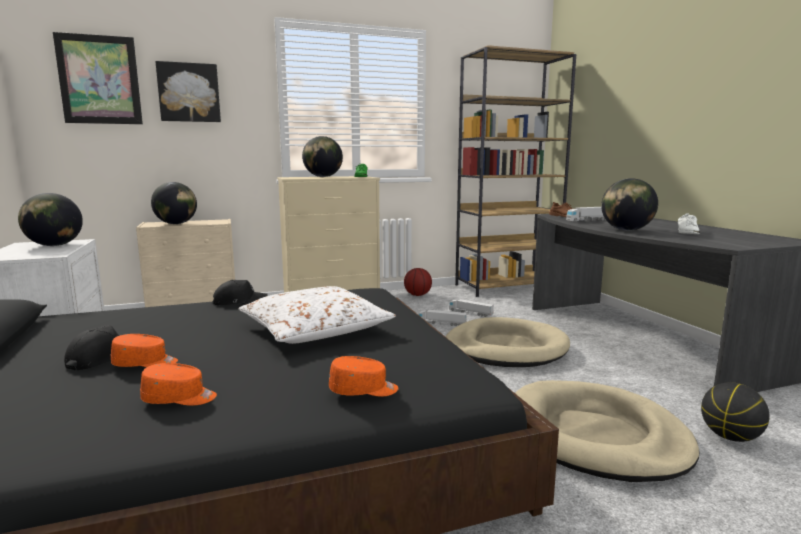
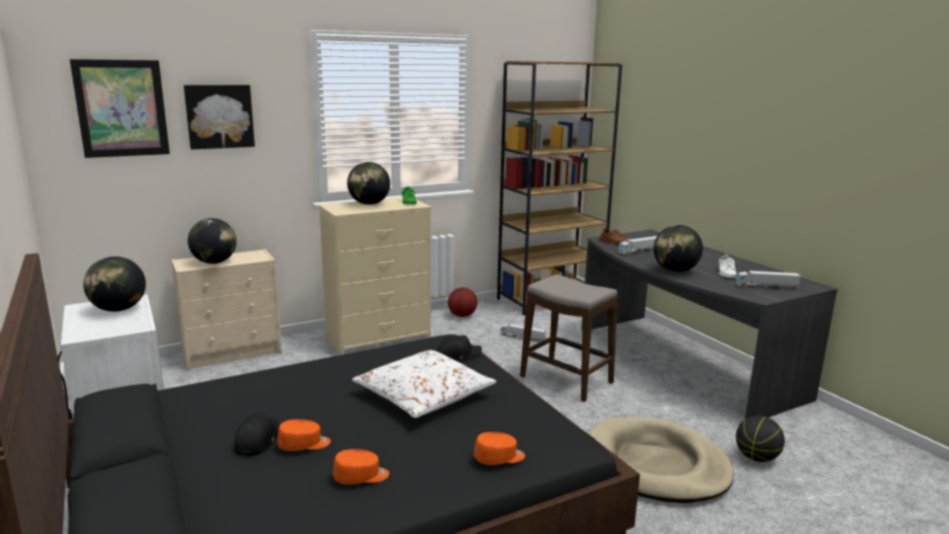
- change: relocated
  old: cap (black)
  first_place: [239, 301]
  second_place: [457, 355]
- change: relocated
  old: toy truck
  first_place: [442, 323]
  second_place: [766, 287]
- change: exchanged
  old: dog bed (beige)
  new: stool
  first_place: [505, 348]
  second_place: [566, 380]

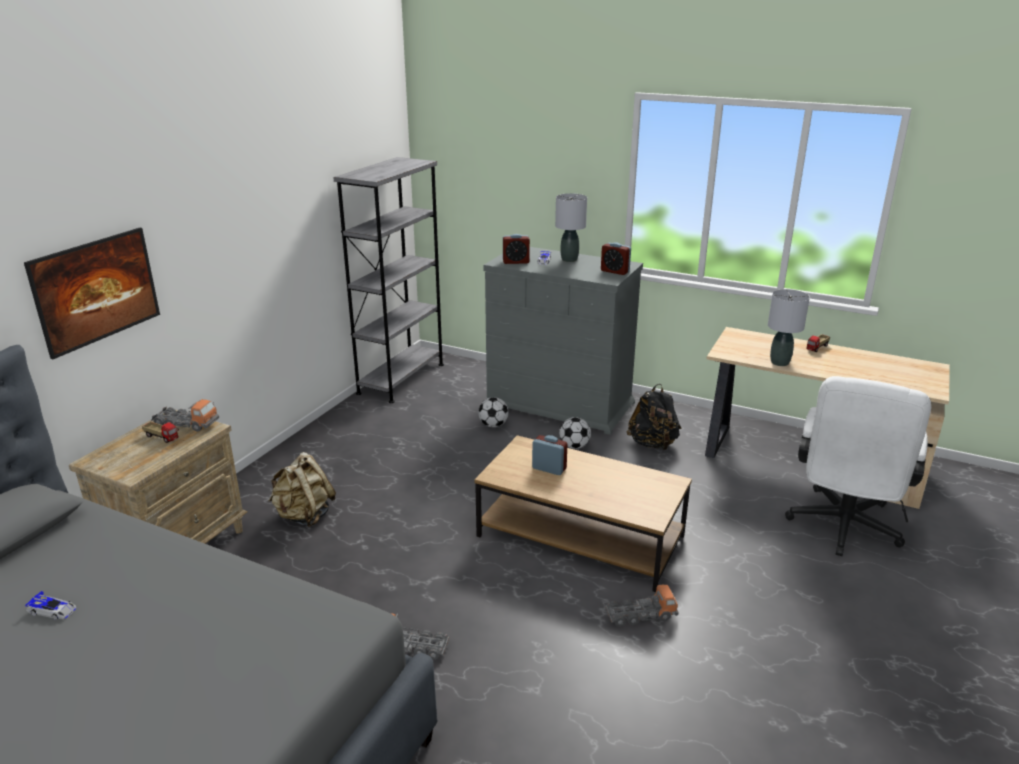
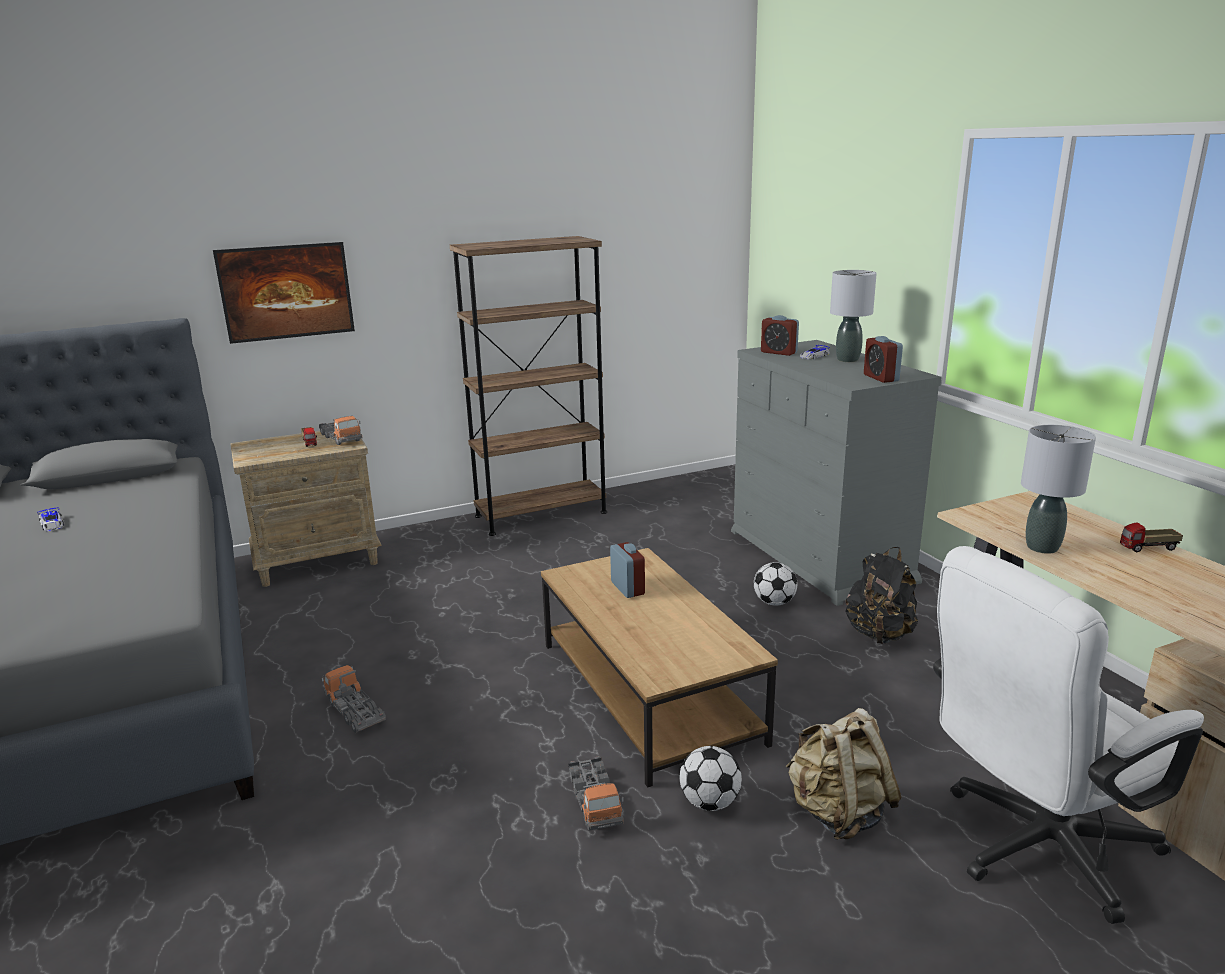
- change: missing
  old: bookcase (grey)
  first_place: [401, 378]
- change: appeared
  new: bookcase (brown)
  second_place: [541, 514]
- change: relocated
  old: backpack (beige)
  first_place: [304, 515]
  second_place: [838, 813]
- change: relocated
  old: football
  first_place: [493, 425]
  second_place: [709, 802]
- change: spun
  old: toy truck
  first_place: [641, 615]
  second_place: [595, 801]
  degrees: 45

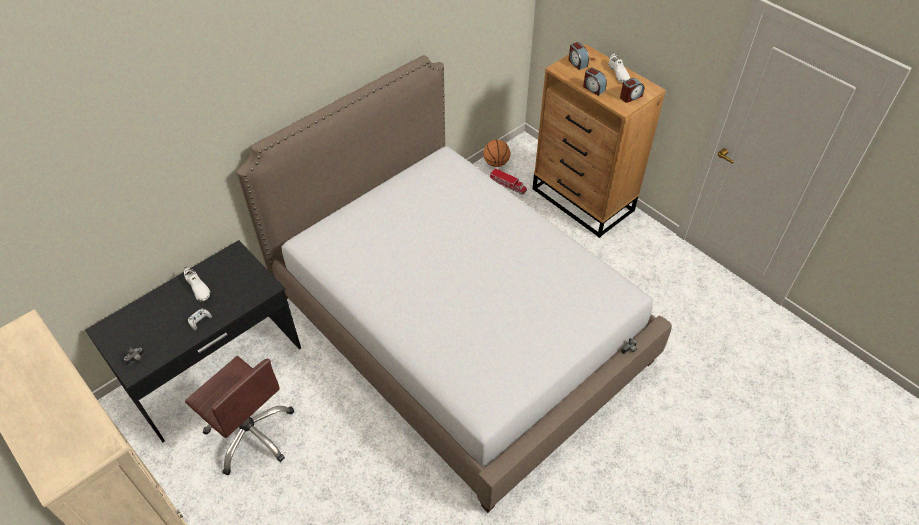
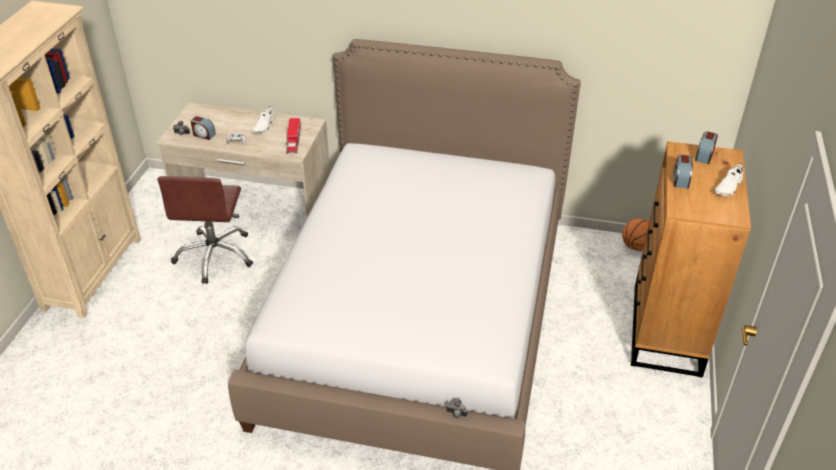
- change: relocated
  old: toy truck
  first_place: [508, 185]
  second_place: [294, 141]
- change: relocated
  old: alarm clock
  first_place: [630, 97]
  second_place: [203, 135]
- change: colour
  old: desk (black)
  new: desk (beige)
  first_place: [215, 369]
  second_place: [254, 208]

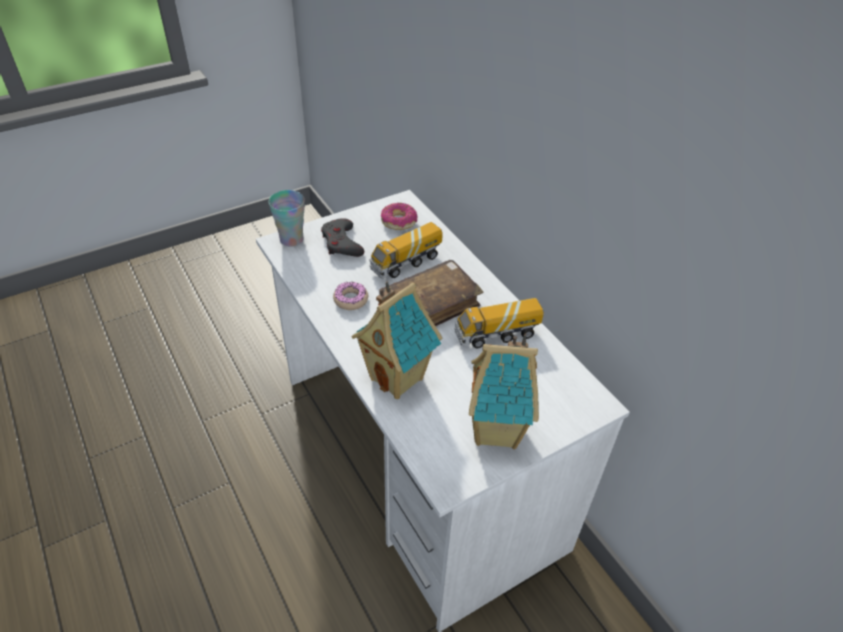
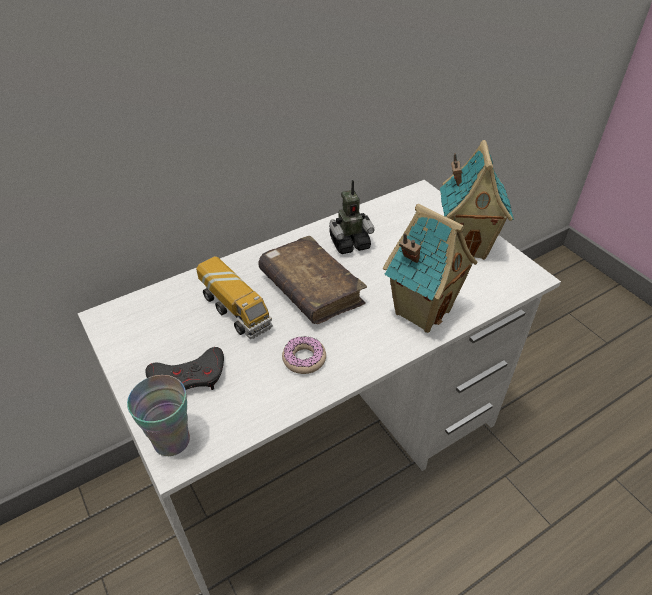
- change: missing
  old: donut
  first_place: [398, 221]
- change: exchanged
  old: toy truck
  new: toy robot
  first_place: [496, 334]
  second_place: [349, 243]

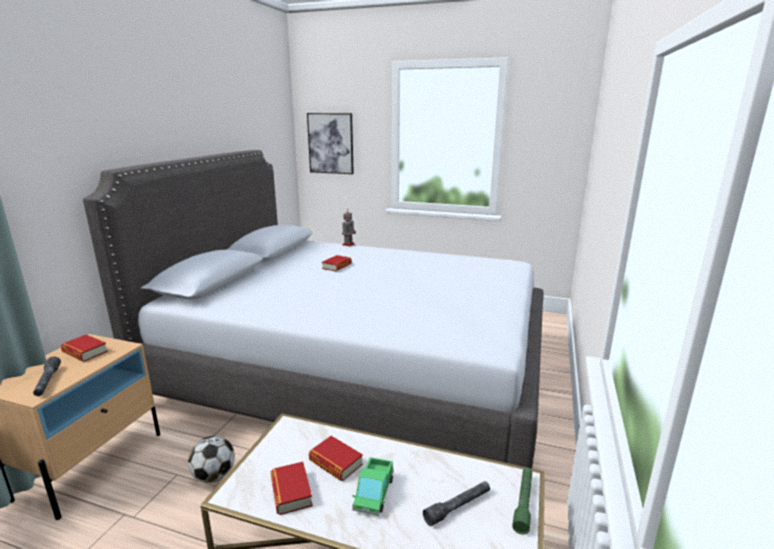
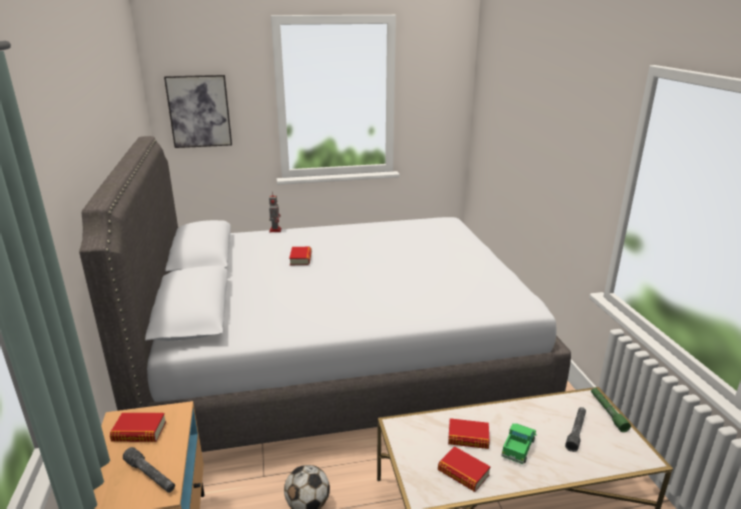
- change: spun
  old: toy truck
  first_place: [373, 493]
  second_place: [518, 447]
  degrees: -135

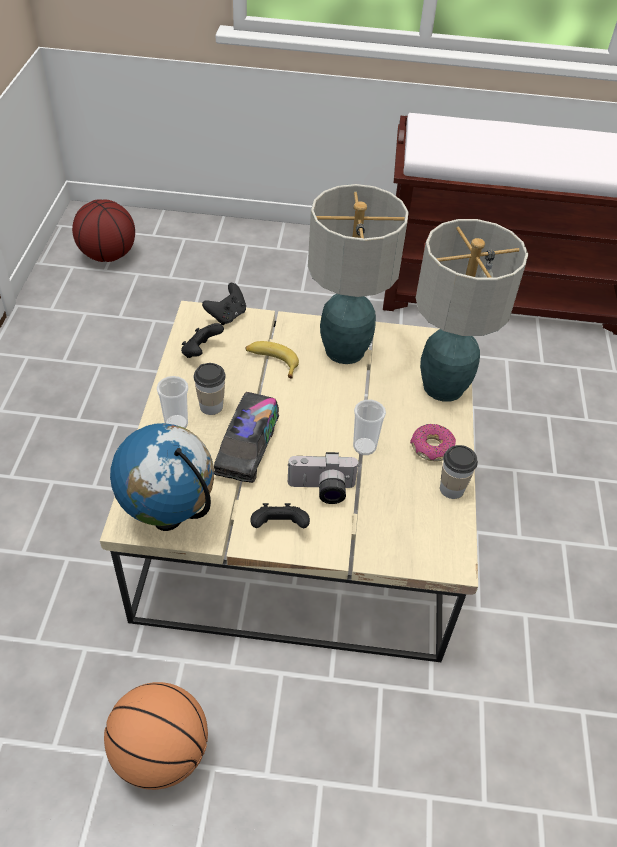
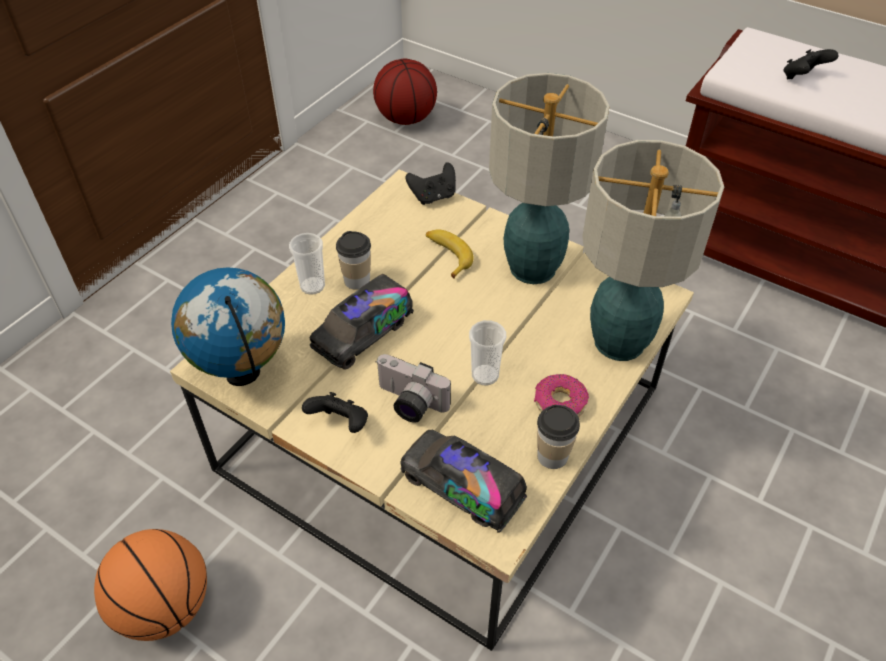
- change: appeared
  new: toy truck
  second_place: [462, 488]
- change: relocated
  old: game controller (black)
  first_place: [201, 352]
  second_place: [802, 78]

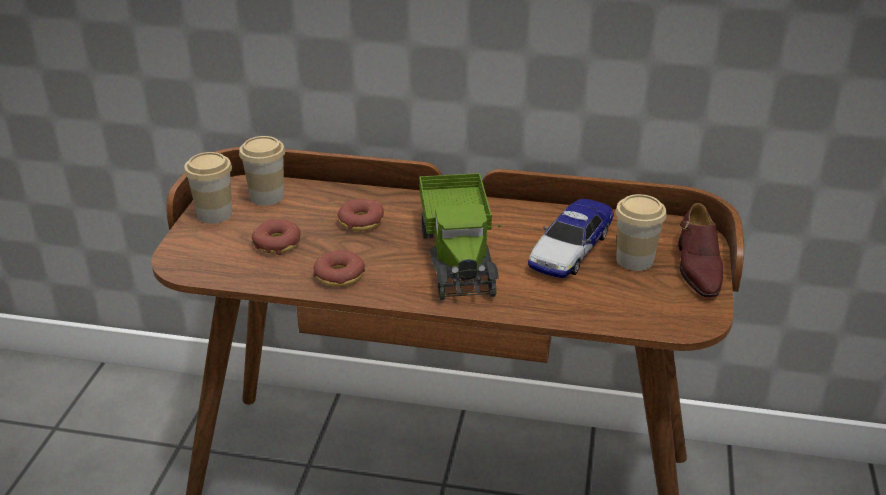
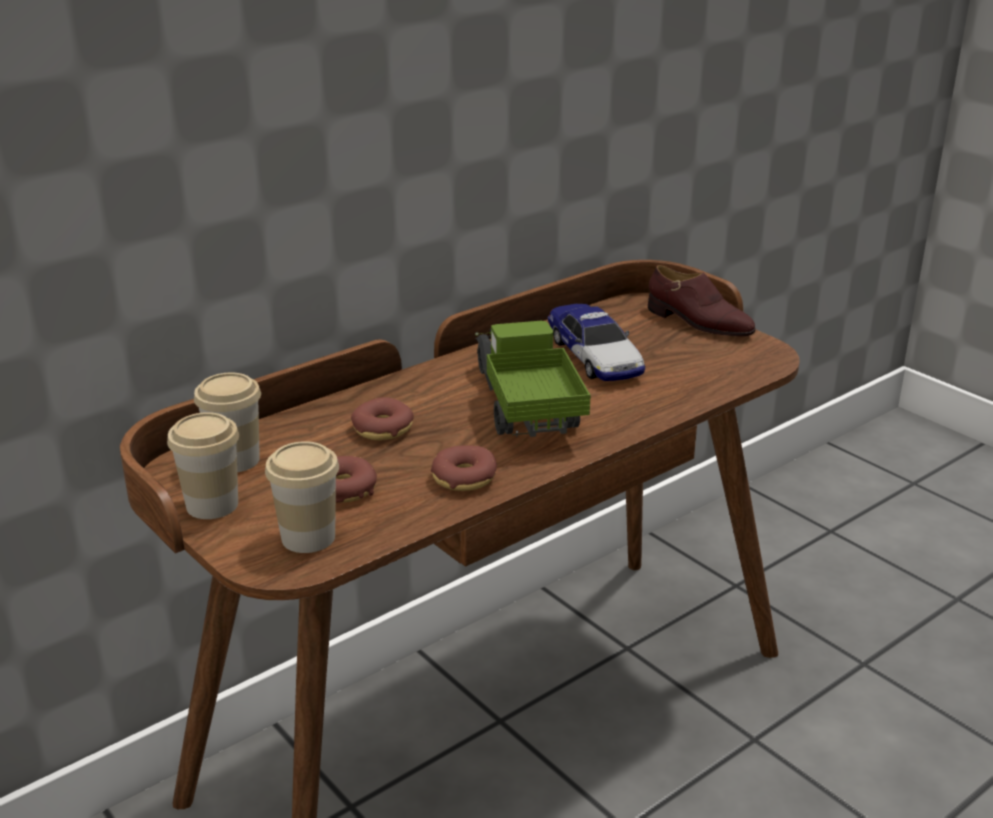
- change: relocated
  old: cup
  first_place: [634, 260]
  second_place: [308, 537]
- change: spun
  old: toy truck
  first_place: [459, 255]
  second_place: [525, 406]
  degrees: -135

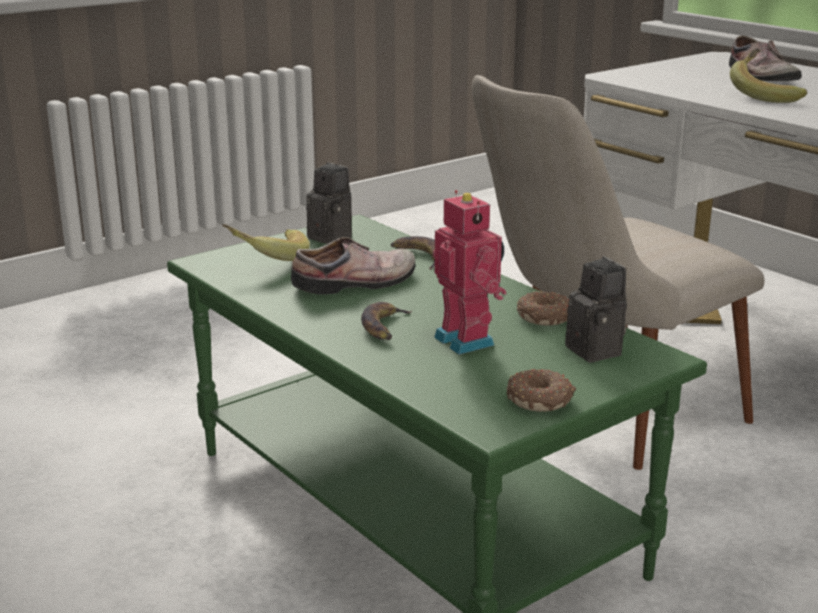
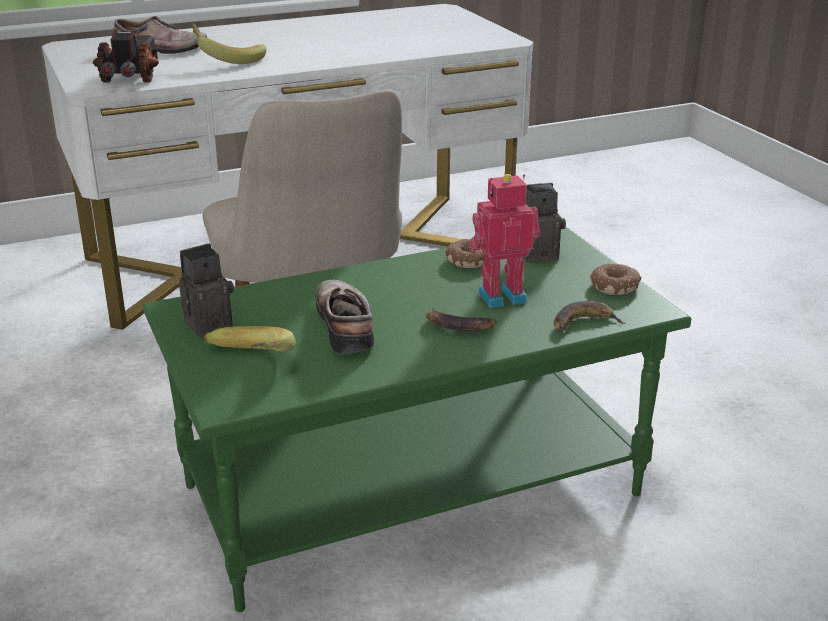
- change: appeared
  new: toy truck
  second_place: [133, 76]
- change: relocated
  old: banana
  first_place: [420, 256]
  second_place: [583, 323]

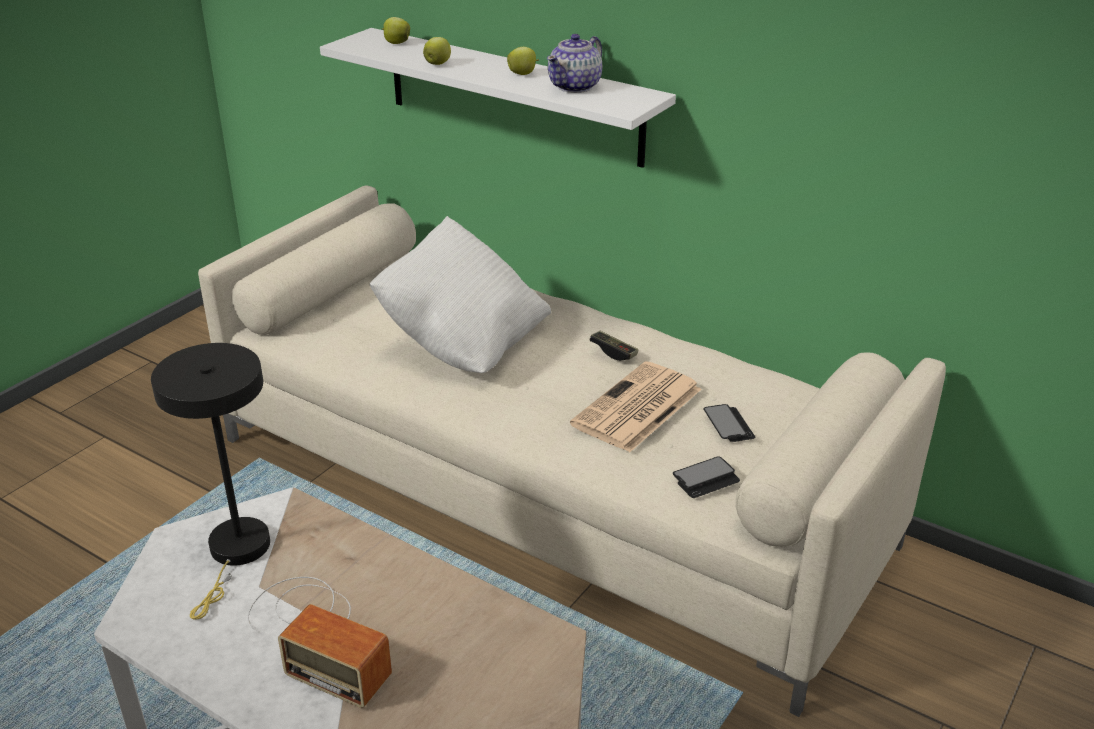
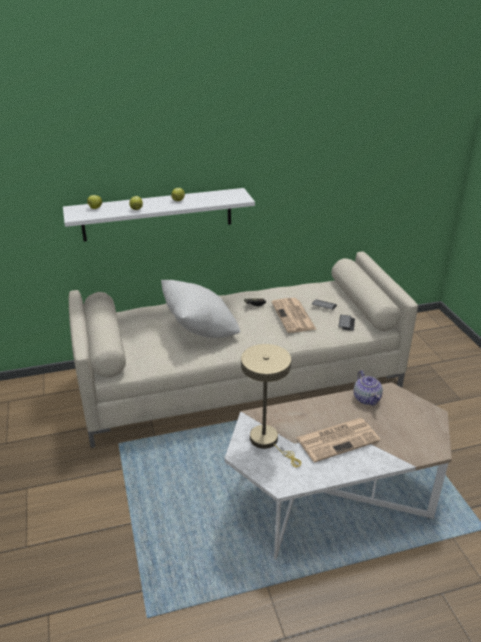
- change: relocated
  old: teapot
  first_place: [575, 86]
  second_place: [367, 398]
- change: exchanged
  old: radio
  new: newspaper
  first_place: [318, 635]
  second_place: [338, 439]
- change: colour
  old: table lamp (black)
  new: table lamp (beige)
  first_place: [236, 553]
  second_place: [268, 441]

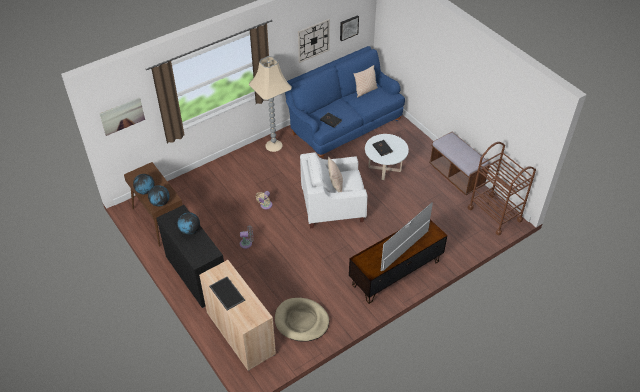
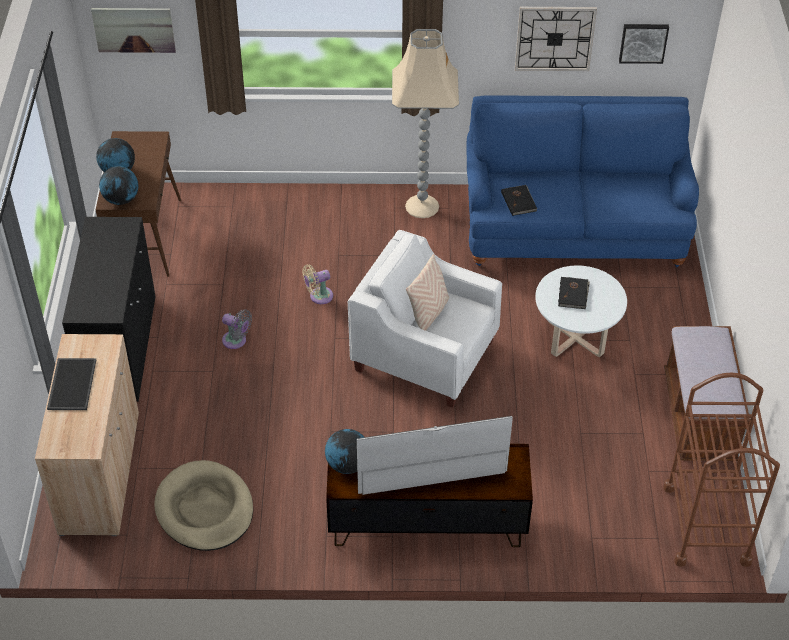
- change: missing
  old: pillow (beige)
  first_place: [365, 91]
- change: relocated
  old: globe
  first_place: [190, 230]
  second_place: [347, 465]

